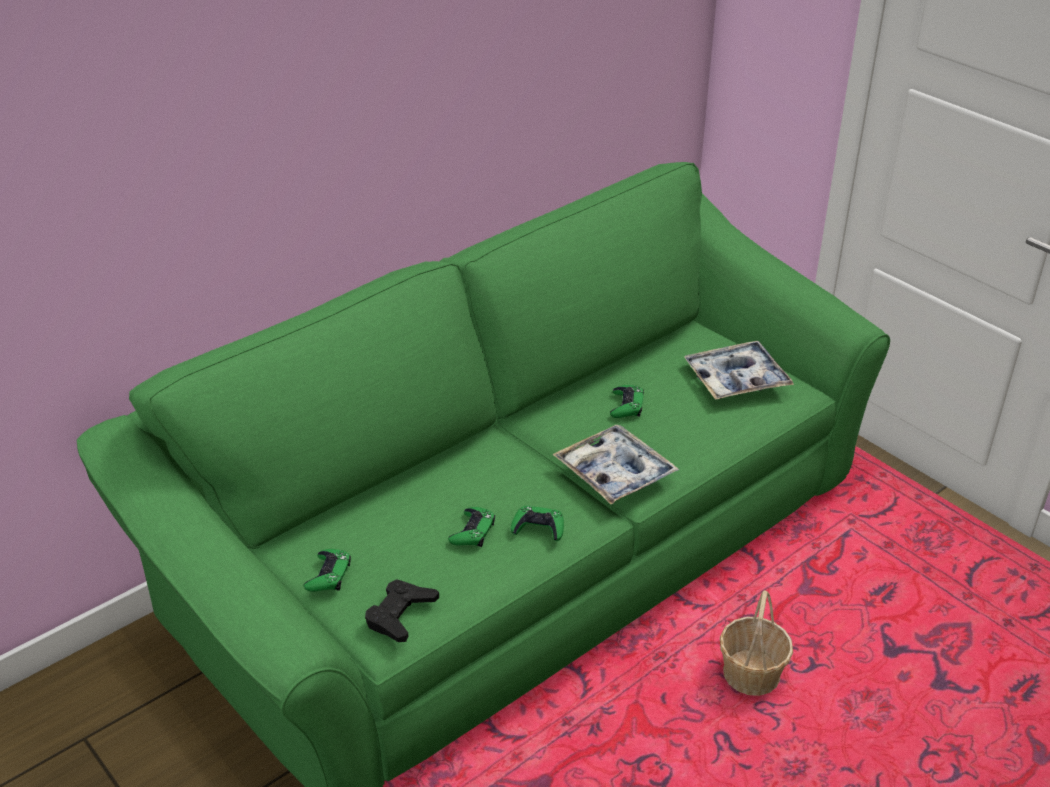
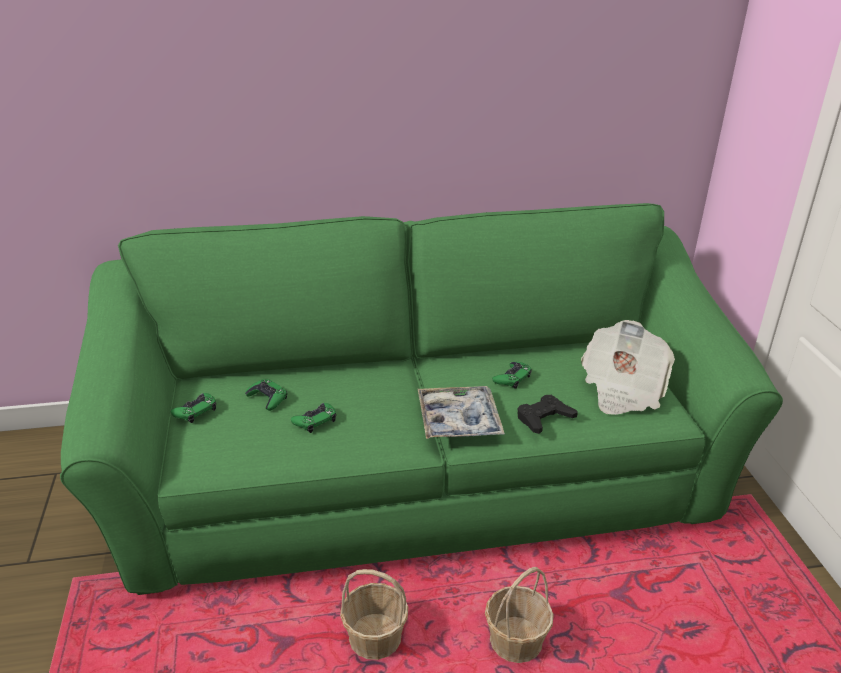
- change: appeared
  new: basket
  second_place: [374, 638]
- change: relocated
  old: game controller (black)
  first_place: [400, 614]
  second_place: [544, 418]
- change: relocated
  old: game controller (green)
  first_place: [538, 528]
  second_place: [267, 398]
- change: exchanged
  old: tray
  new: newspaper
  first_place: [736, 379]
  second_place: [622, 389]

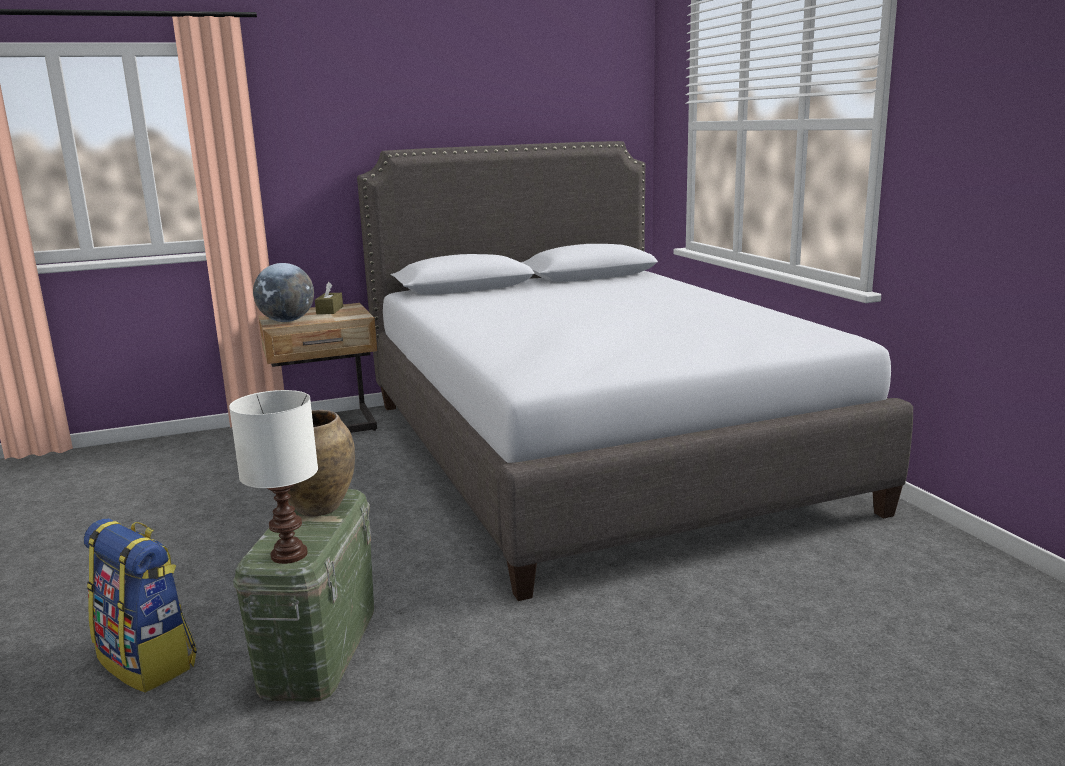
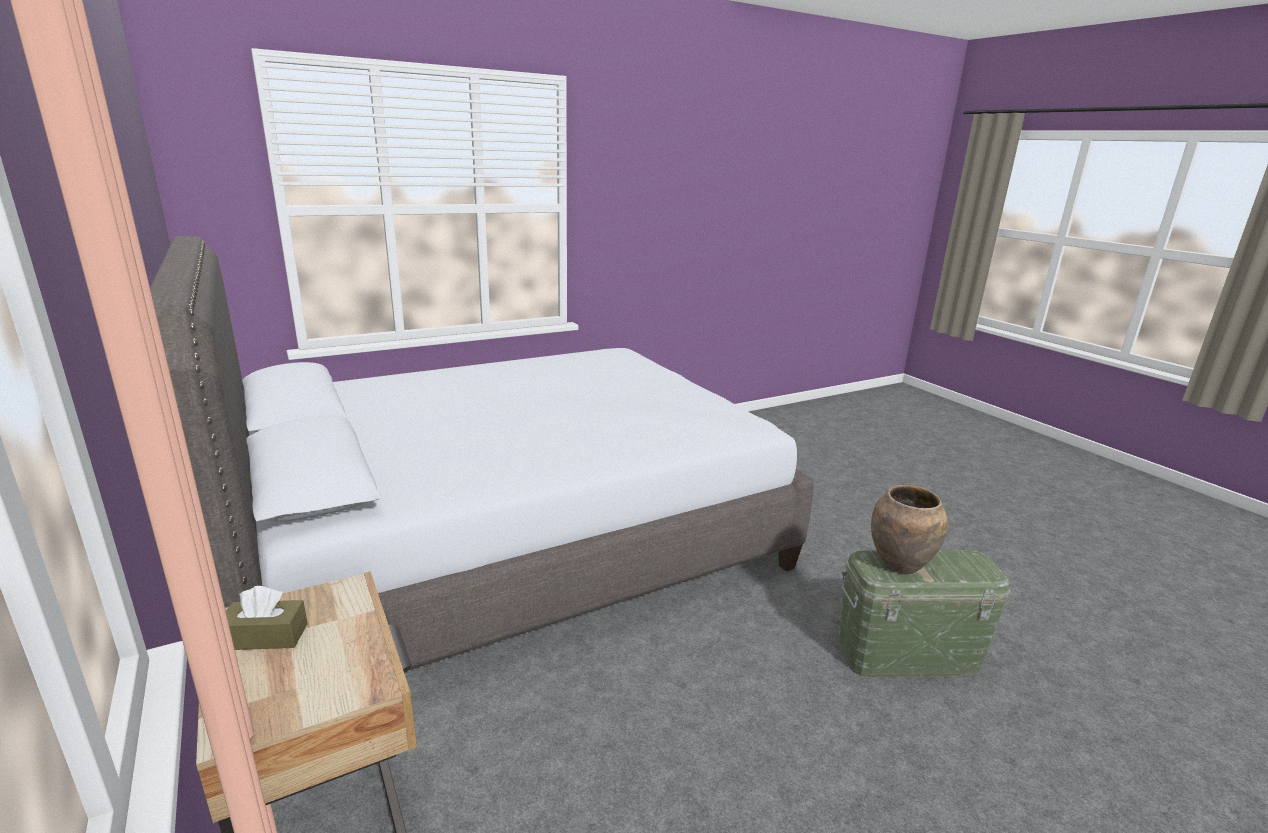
- change: missing
  old: backpack
  first_place: [149, 661]
- change: missing
  old: table lamp (white)
  first_place: [289, 554]
- change: missing
  old: globe
  first_place: [287, 321]

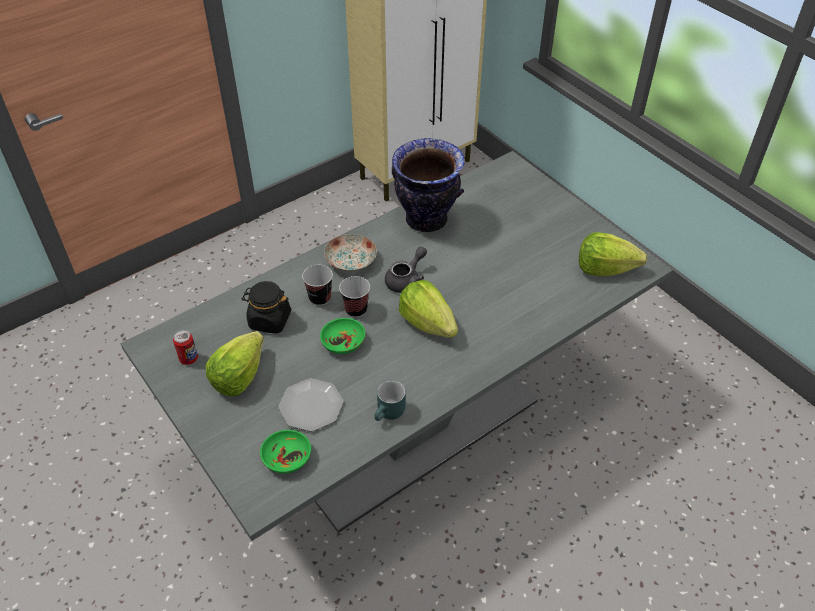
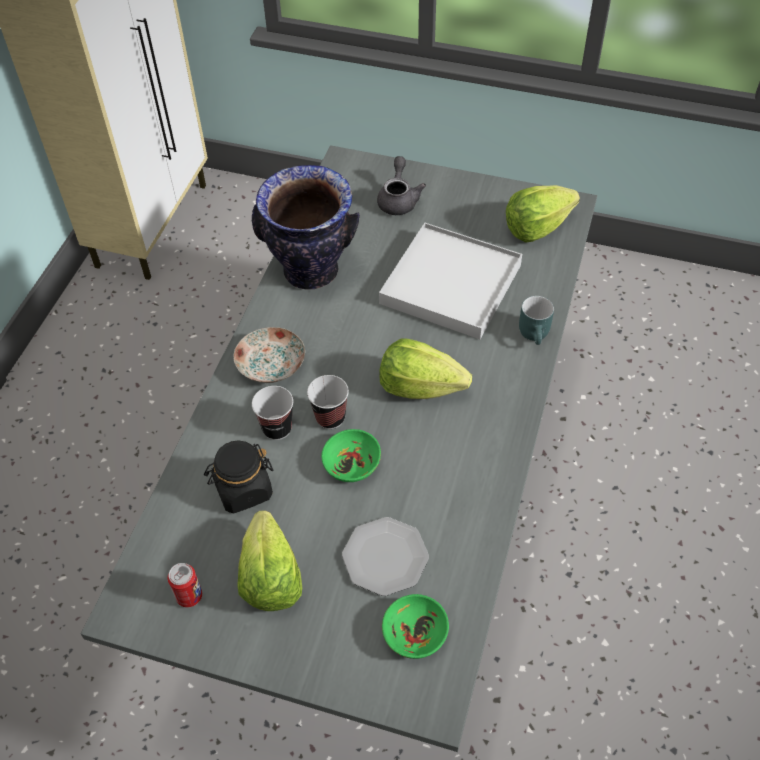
- change: appeared
  new: tray (white)
  second_place: [451, 284]
- change: relocated
  old: mug (turquoise)
  first_place: [390, 414]
  second_place: [536, 334]
- change: relocated
  old: teapot (grey)
  first_place: [406, 280]
  second_place: [398, 199]

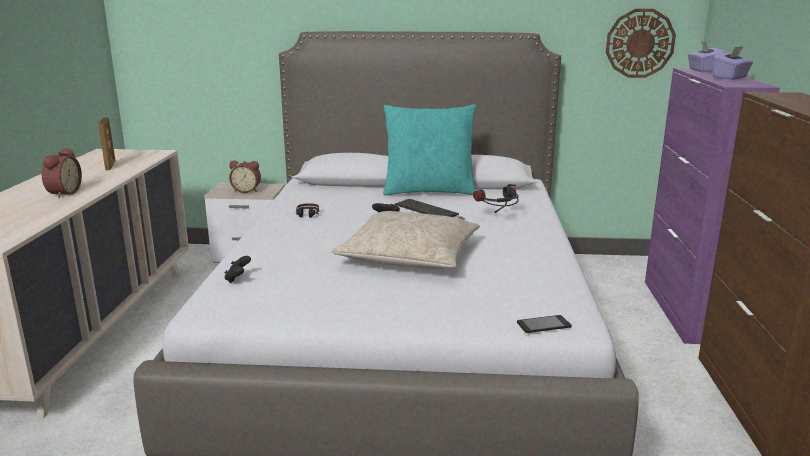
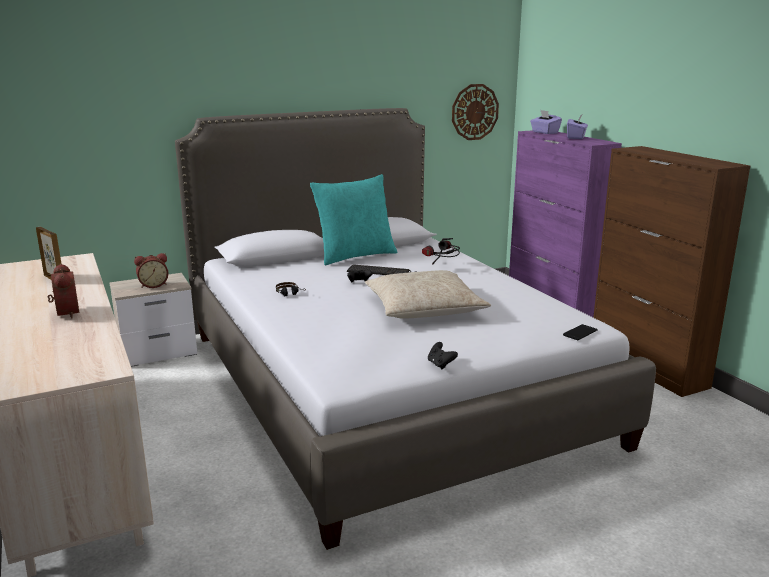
- change: relocated
  old: game controller (black)
  first_place: [238, 279]
  second_place: [440, 364]

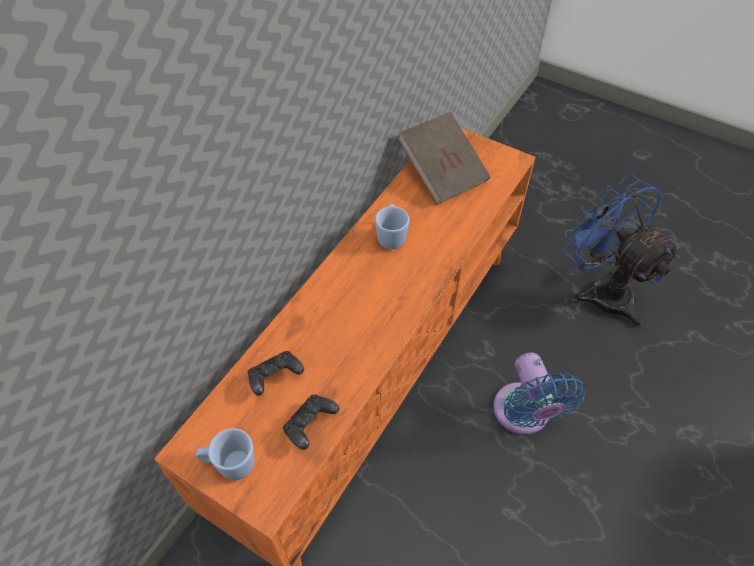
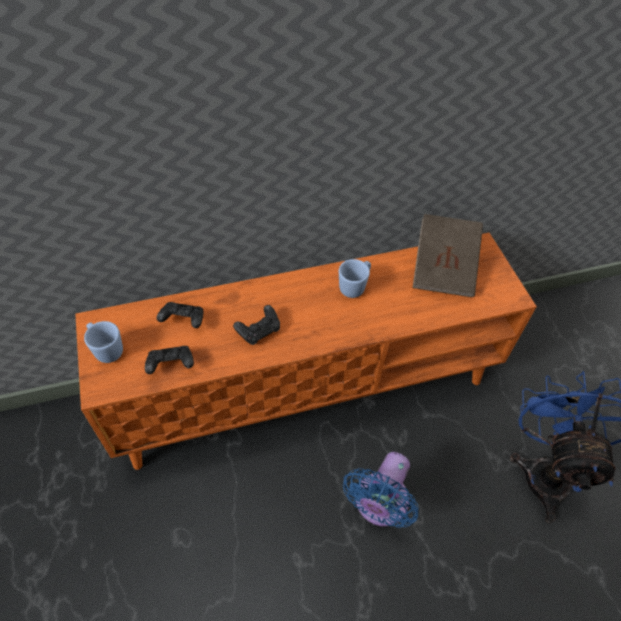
- change: appeared
  new: game controller (black)
  second_place: [259, 331]

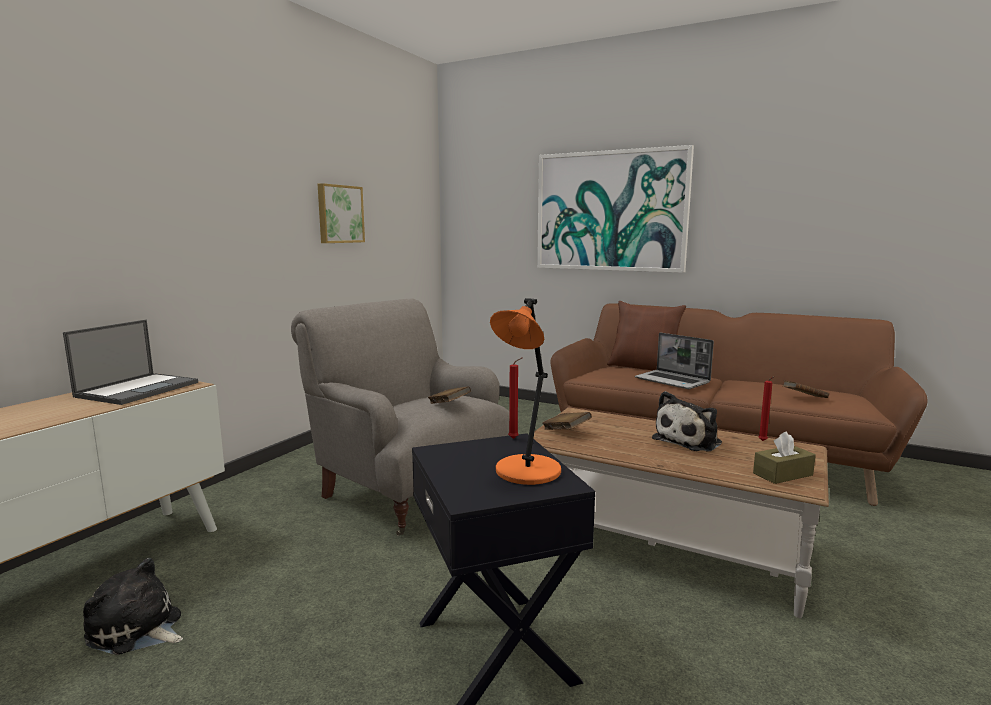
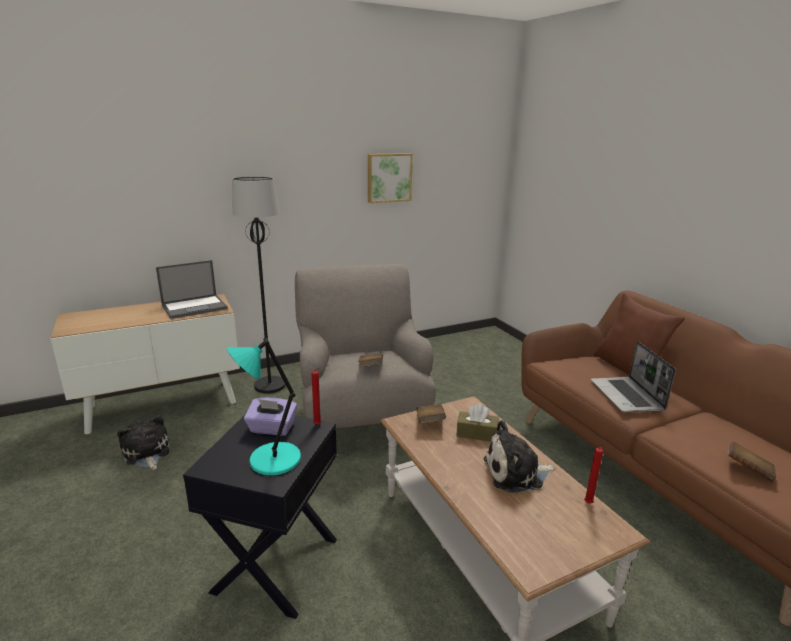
- change: missing
  old: picture
  first_place: [610, 211]
- change: appeared
  new: floor lamp (black)
  second_place: [270, 385]
- change: appeared
  new: tissue box (purple)
  second_place: [272, 429]
- change: relocated
  old: tissue box (brown)
  first_place: [782, 474]
  second_place: [476, 433]
- change: colour
  old: table lamp (orange)
  new: table lamp (turquoise)
  first_place: [526, 472]
  second_place: [272, 460]

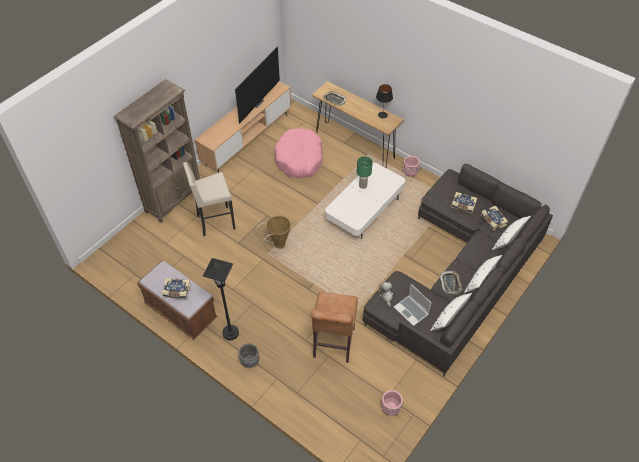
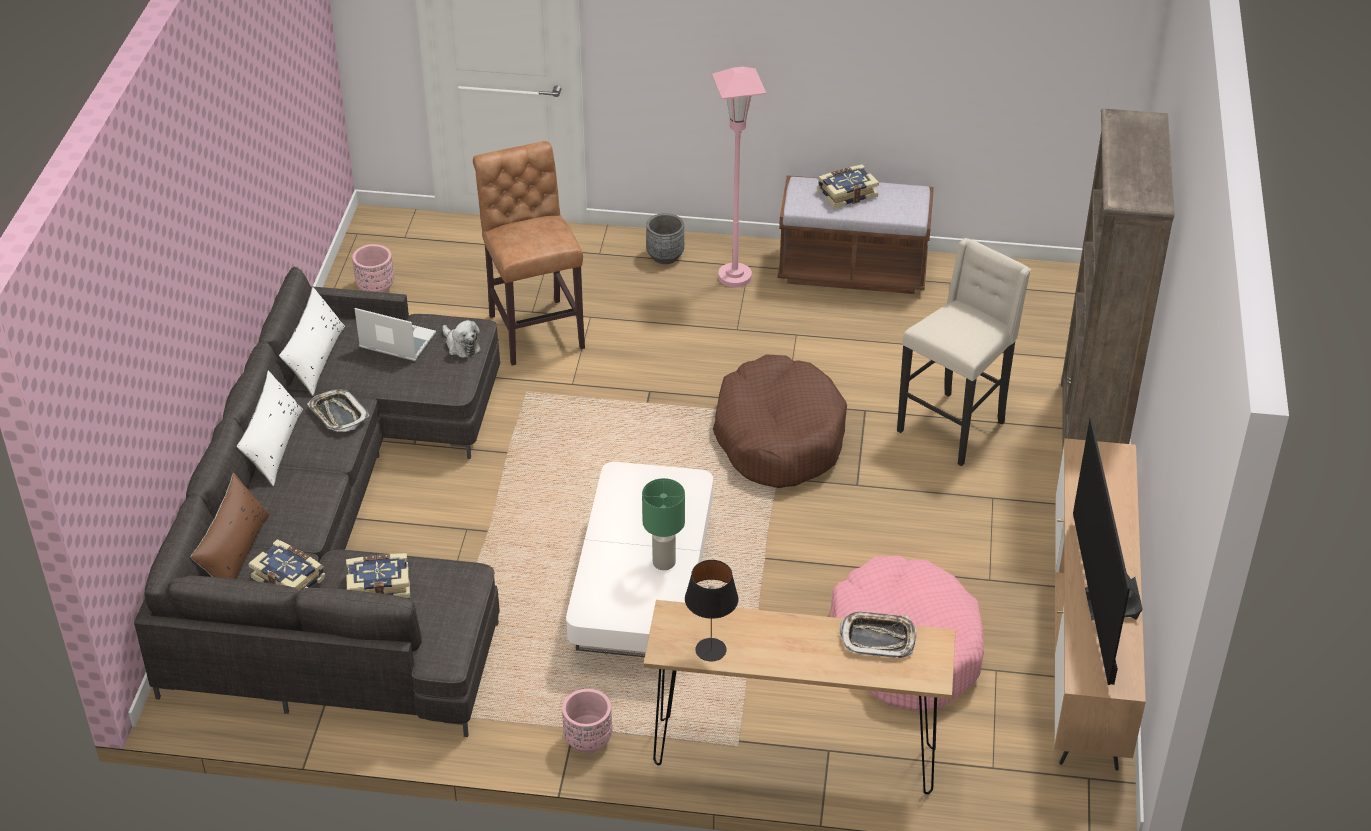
- change: exchanged
  old: basket
  new: dog bed (brown)
  first_place: [277, 246]
  second_place: [779, 437]
- change: colour
  old: floor lamp (black)
  new: floor lamp (pink)
  first_place: [230, 333]
  second_place: [735, 277]
- change: colour
  old: pillow (white)
  new: pillow (brown)
  first_place: [509, 239]
  second_place: [235, 553]

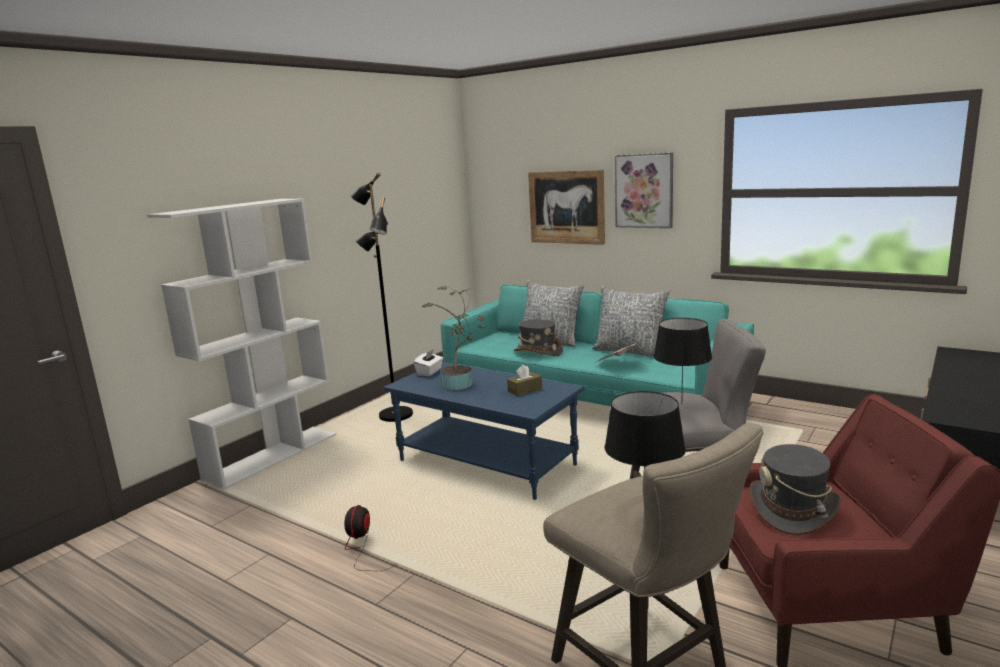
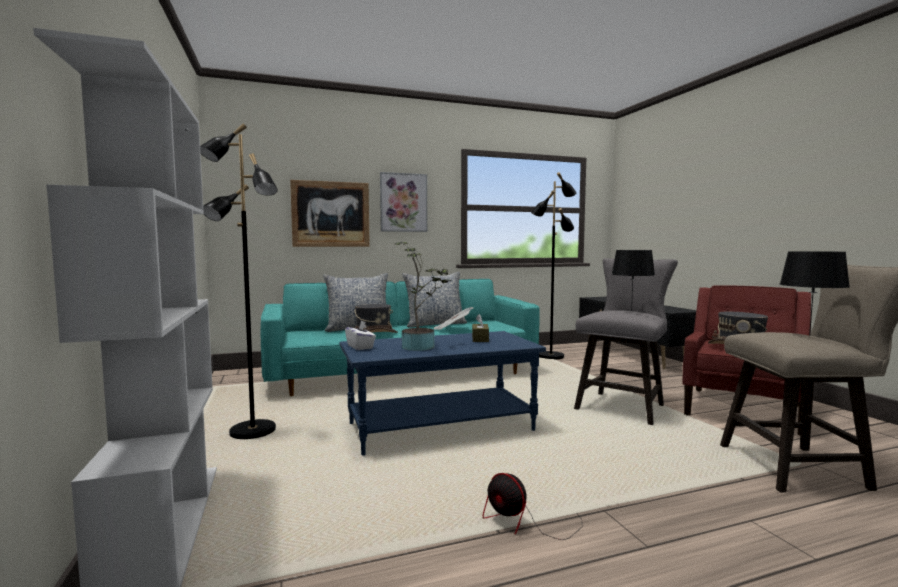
- change: appeared
  new: floor lamp (black)
  second_place: [550, 356]

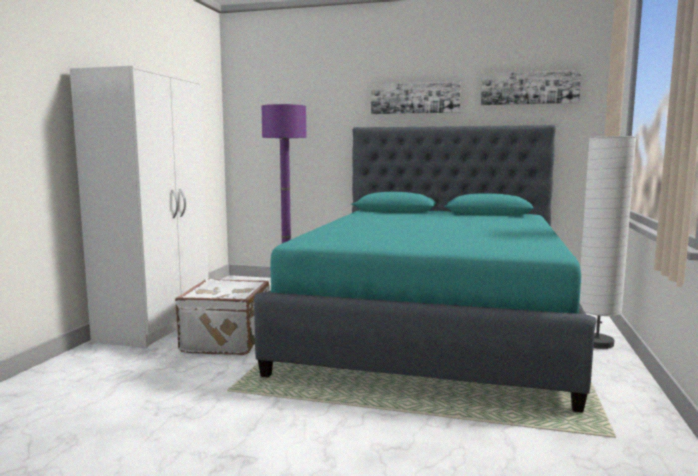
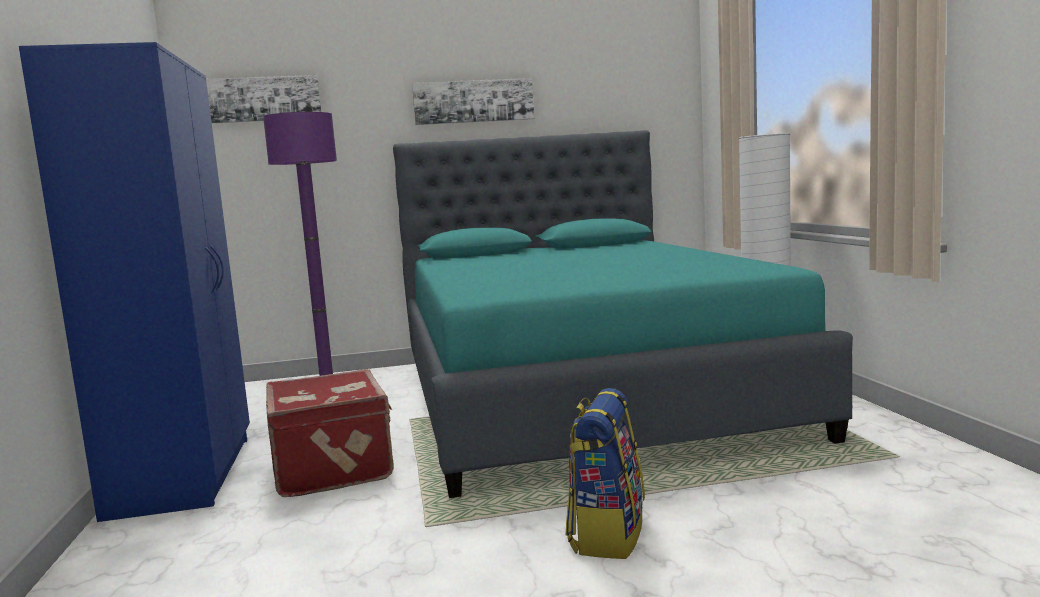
- change: appeared
  new: backpack
  second_place: [606, 534]
- change: relocated
  old: picture
  first_place: [529, 88]
  second_place: [255, 99]
- change: colour
  old: wardrobe (white)
  new: wardrobe (blue)
  first_place: [156, 326]
  second_place: [186, 474]
- change: colour
  old: suitcase (white)
  new: suitcase (red)
  first_place: [228, 340]
  second_place: [335, 467]

